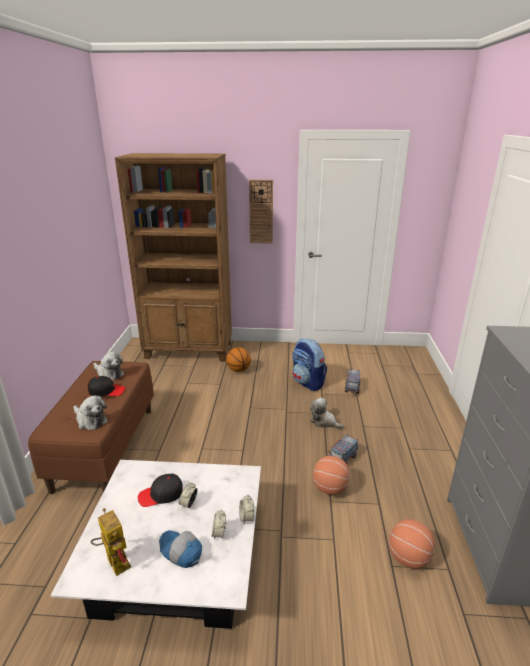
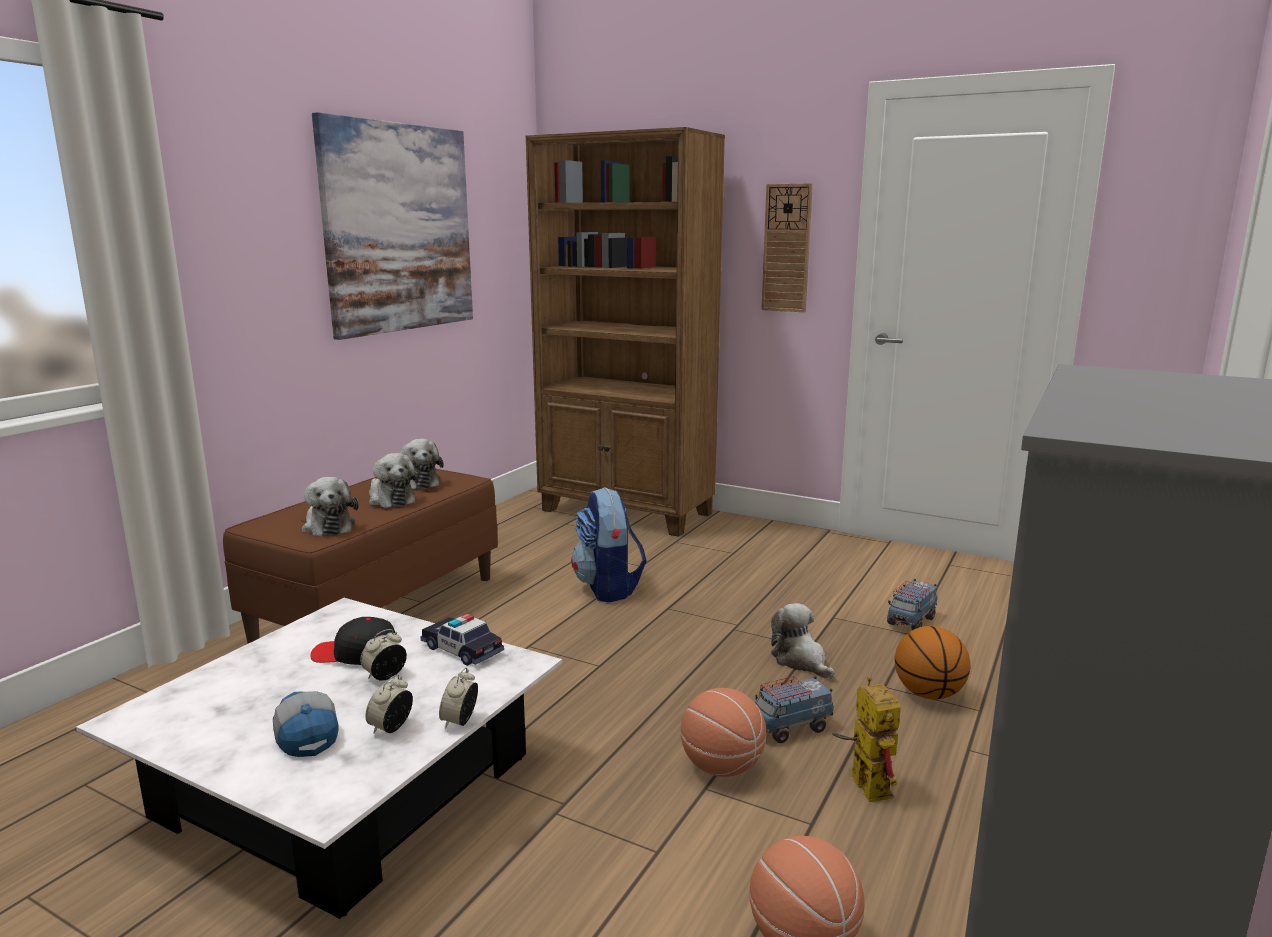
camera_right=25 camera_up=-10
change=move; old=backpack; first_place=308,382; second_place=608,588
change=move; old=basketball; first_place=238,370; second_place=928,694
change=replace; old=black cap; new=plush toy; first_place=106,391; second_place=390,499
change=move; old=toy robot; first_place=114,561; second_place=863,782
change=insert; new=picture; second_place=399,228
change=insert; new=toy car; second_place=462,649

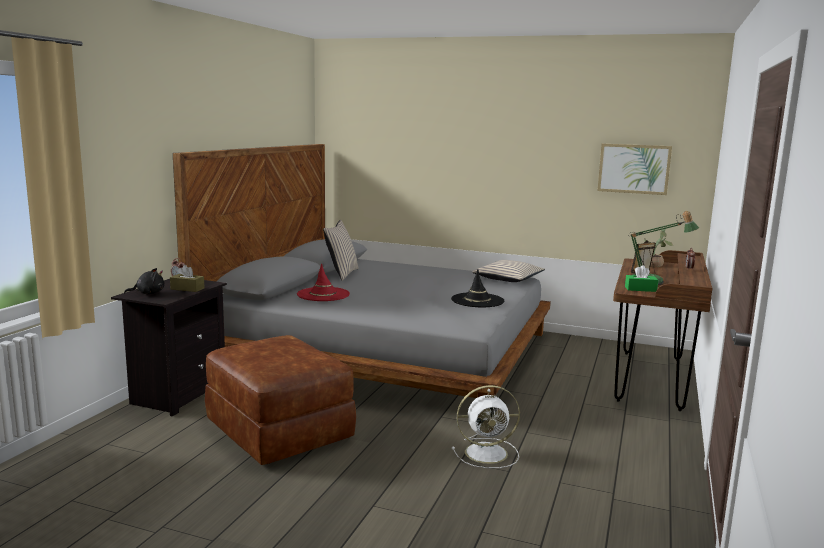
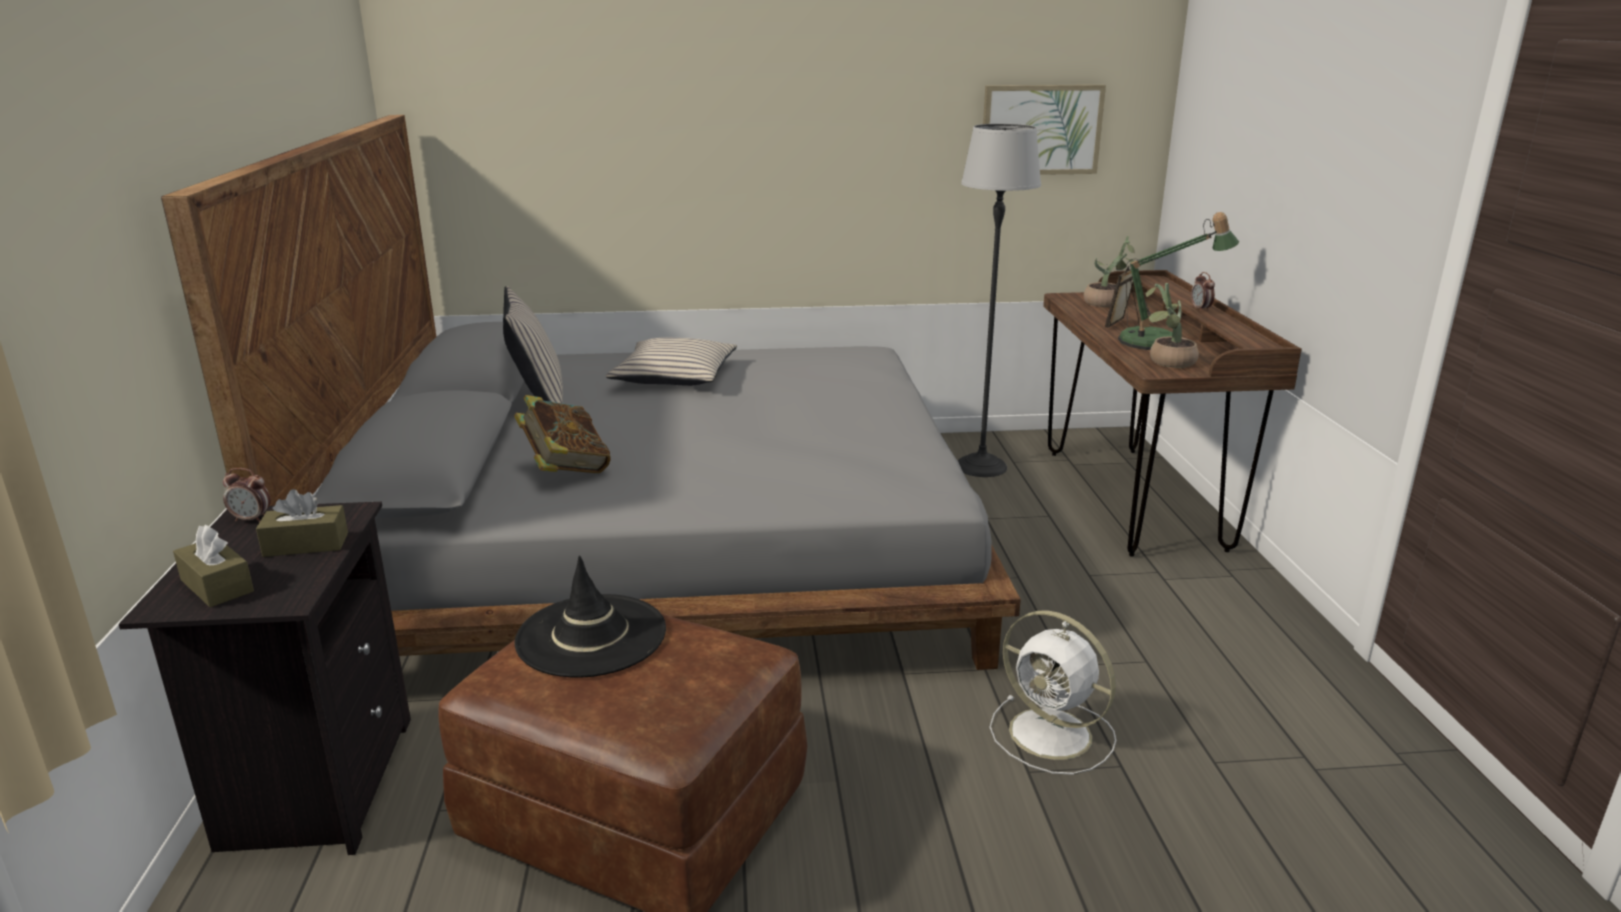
camera_right=-25 camera_up=10
change=move; old=beige pillow; first_place=508,278; second_place=674,376
change=replace; old=red hat; new=book; first_place=323,294; second_place=565,469
change=replace; old=green tissue box; new=potted plant; first_place=640,289; second_place=1167,362
change=replace; old=black plush toy; new=brown tissue box; first_place=148,293; second_place=217,586
change=move; old=black hat; first_place=477,300; second_place=591,636
change=rotate; old=white fan; first_place=488,453; second_place=1053,735; degrees=75
change=insert; new=floor lamp; second_place=981,466

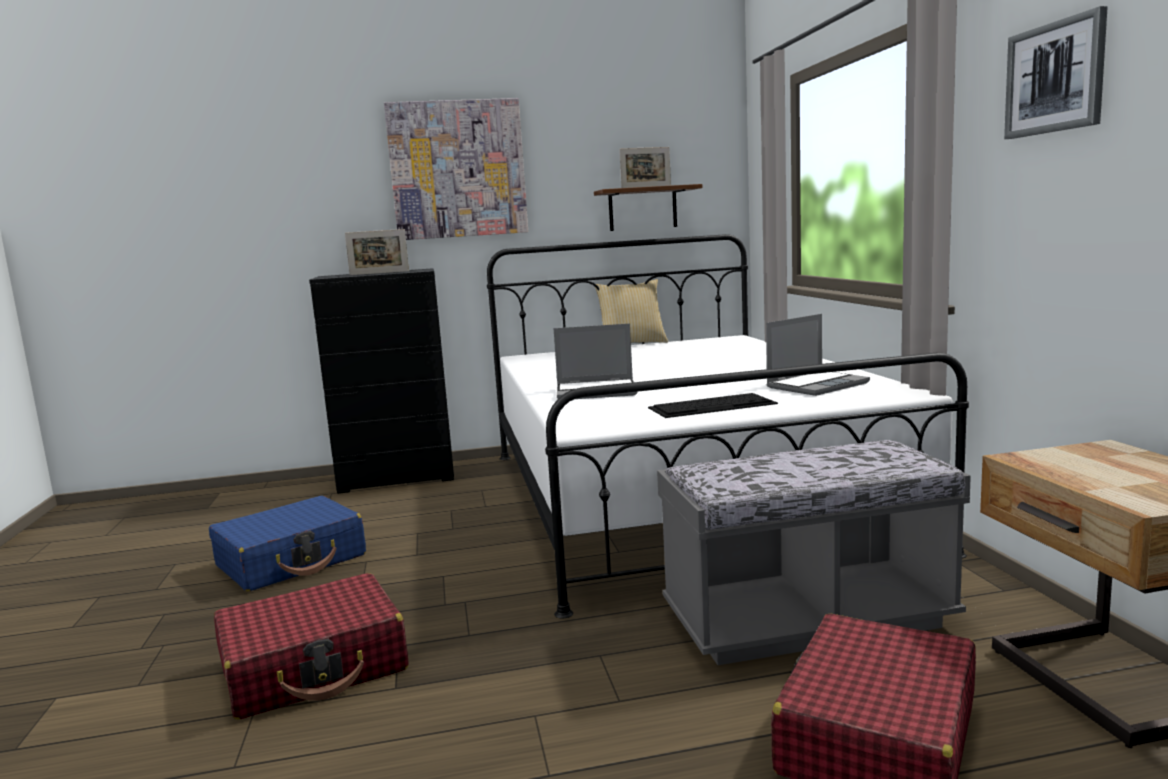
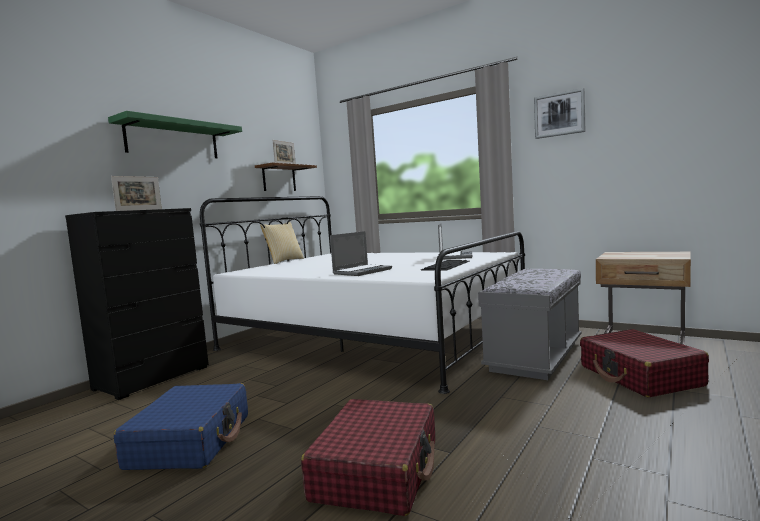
camera_right=-45 camera_up=-5
change=replace; old=picture; new=green shelf; first_place=458,169; second_place=173,140

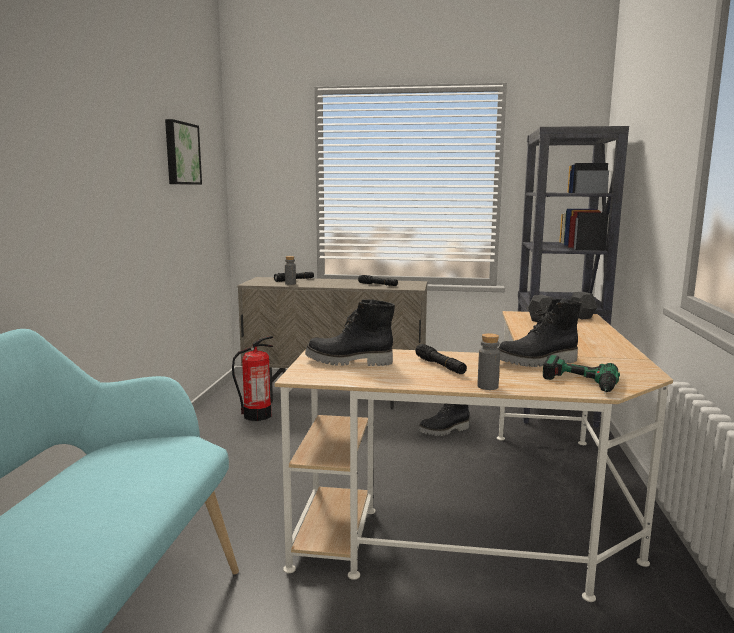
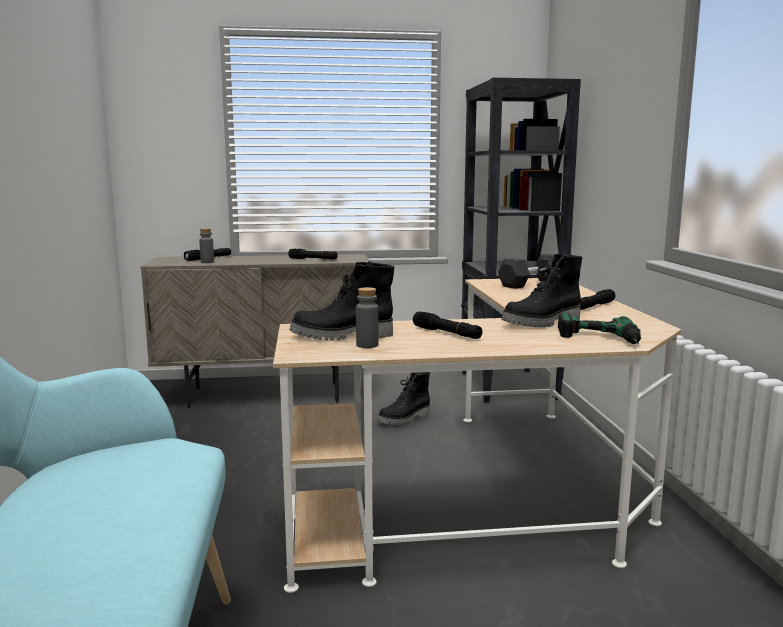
camera_right=-15 camera_up=0
change=delete; old=picture; first_place=181,153
change=move; old=grey bottle; first_place=487,386; second_place=367,345
change=delete; old=fire extinguisher; first_place=257,415
change=insert; new=black flashlight; second_place=593,306

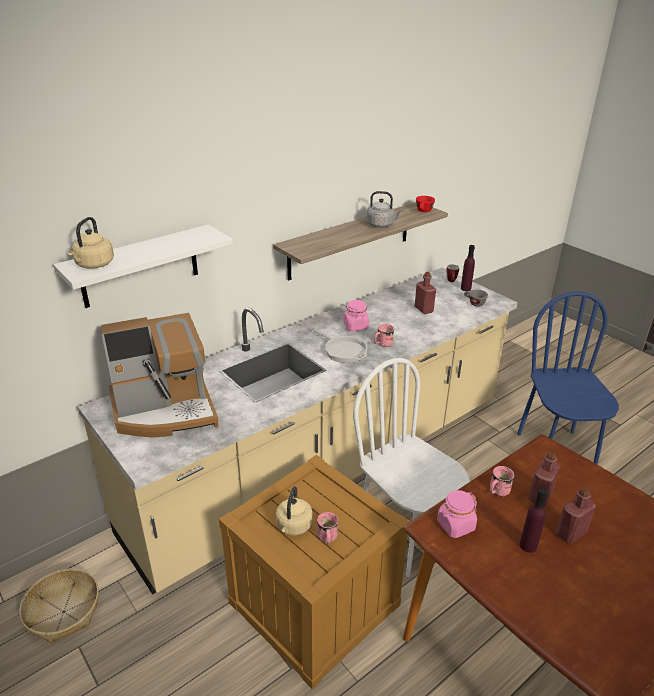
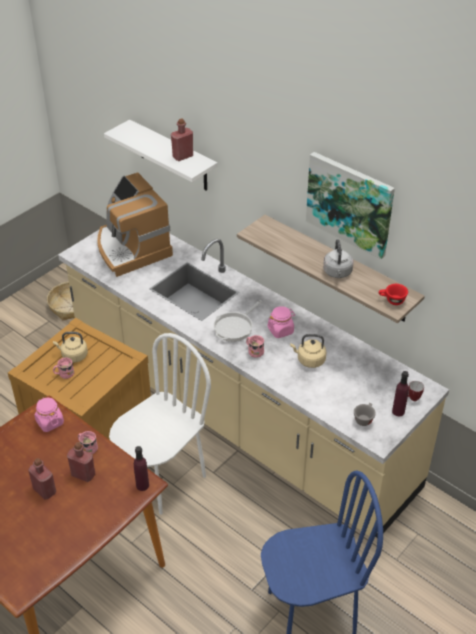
camera_right=80 camera_up=10
change=move; old=beige kettle; first_place=93,265; second_place=309,360
change=move; old=red bottle; first_place=423,309; second_place=183,156
change=move; old=purple bottle; first_place=528,545; second_place=142,485
change=insert; new=picture; second_place=350,203

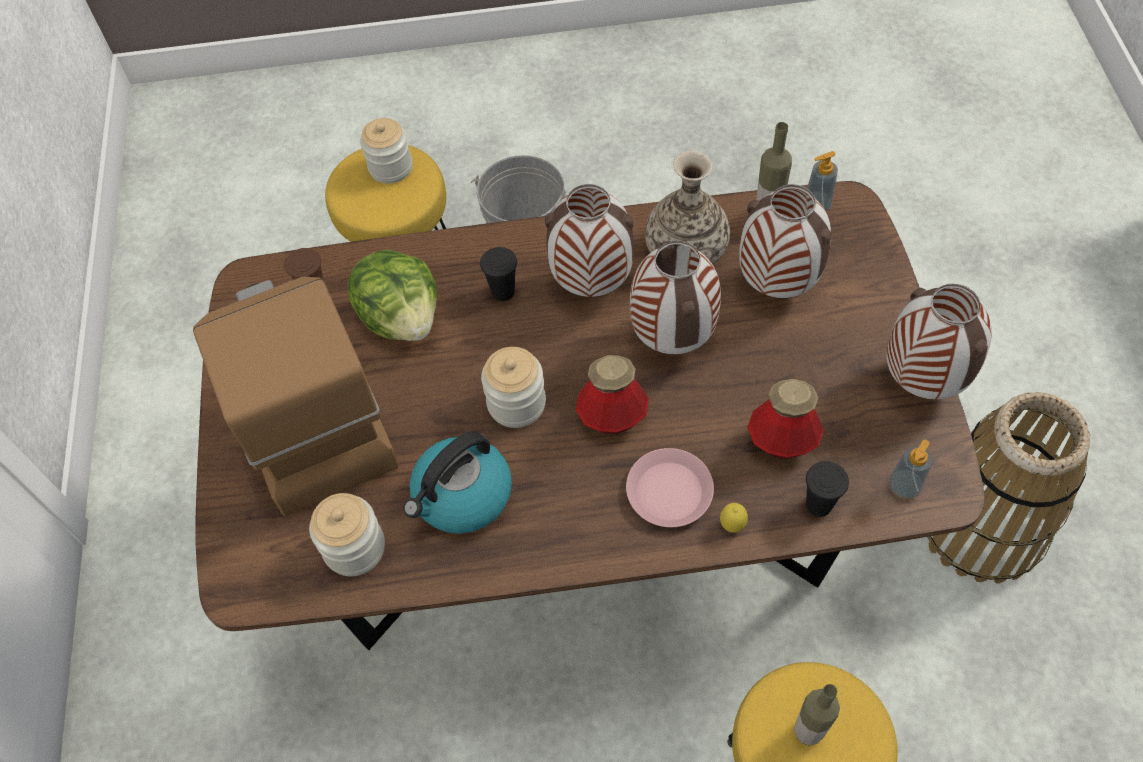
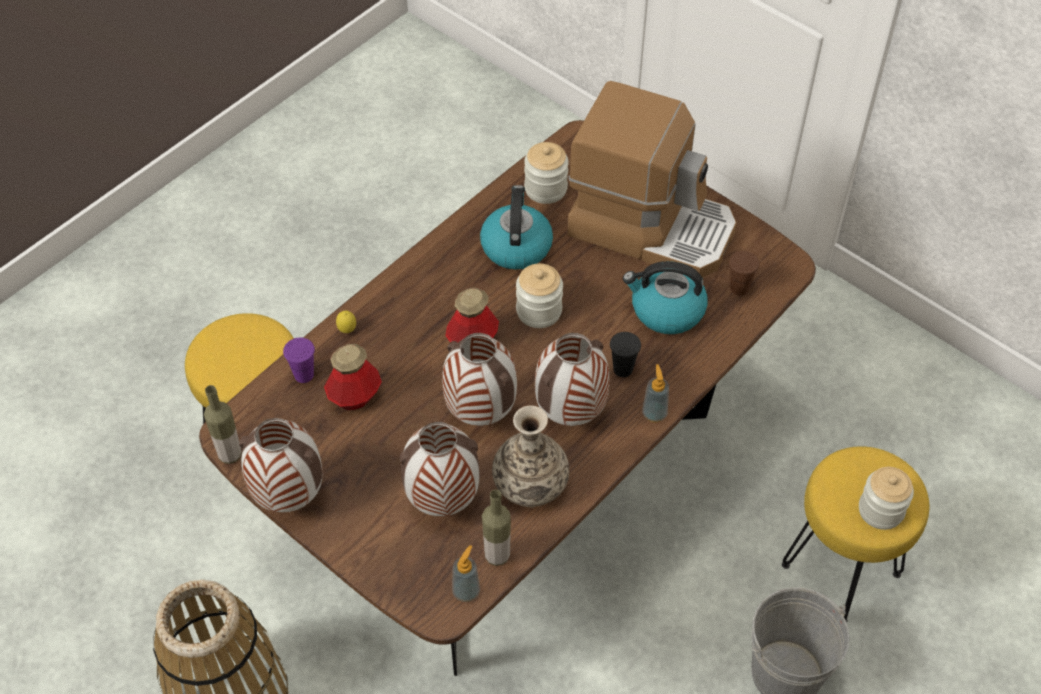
camera_right=135 camera_up=-5
change=replace; old=lettuce; new=kettle; first_place=402,318; second_place=666,310
change=move; old=soap dispenser; first_place=904,487; second_place=654,413
change=delete; old=pink plate; first_place=669,492
change=recolor; old=black cup; new=purple cup; first_place=818,505; second_place=304,375
change=move; old=bottle; first_place=808,731; second_place=230,454

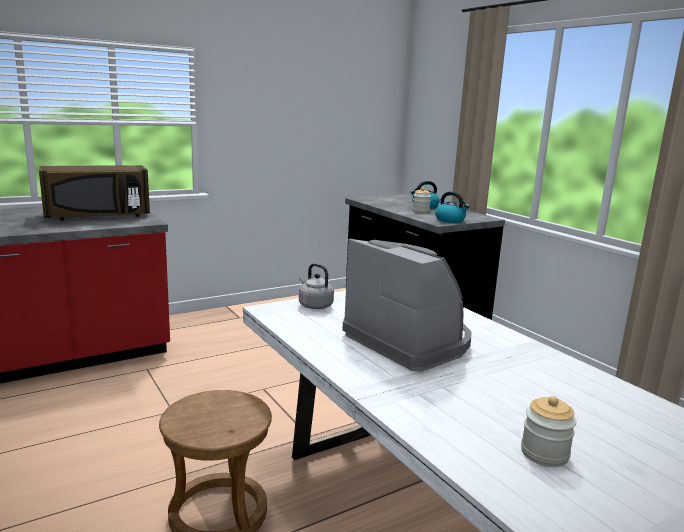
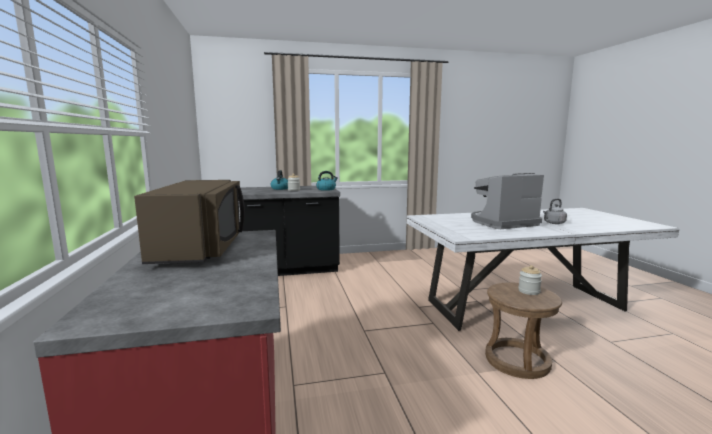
camera_right=-70 camera_up=-5
change=move; old=grey kettle; first_place=314,305; second_place=553,223
change=move; old=jar; first_place=544,453; second_place=529,291

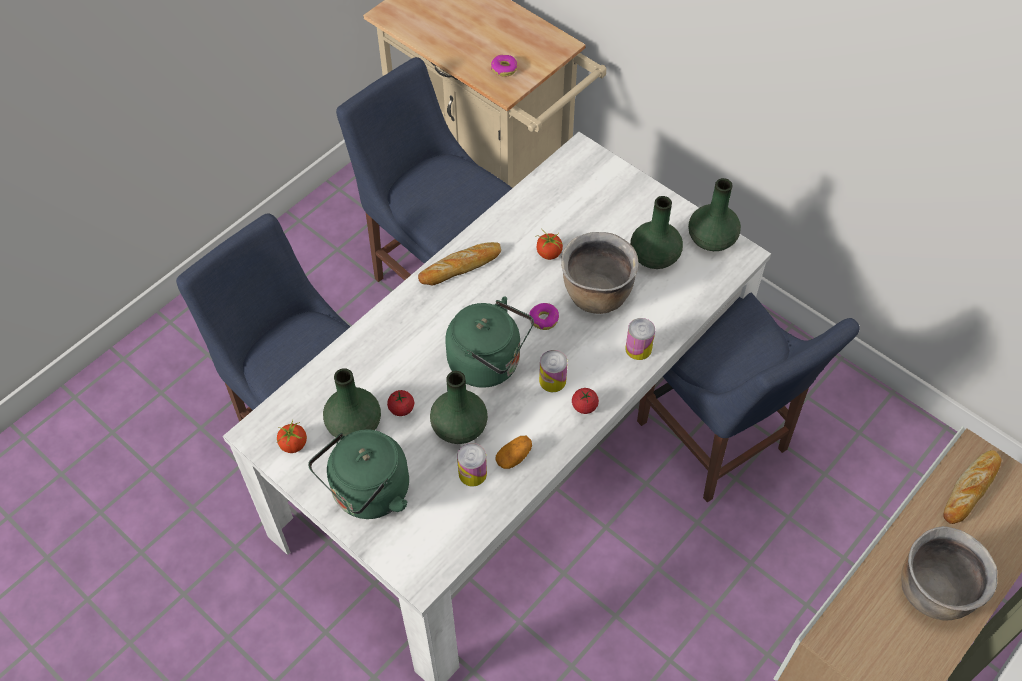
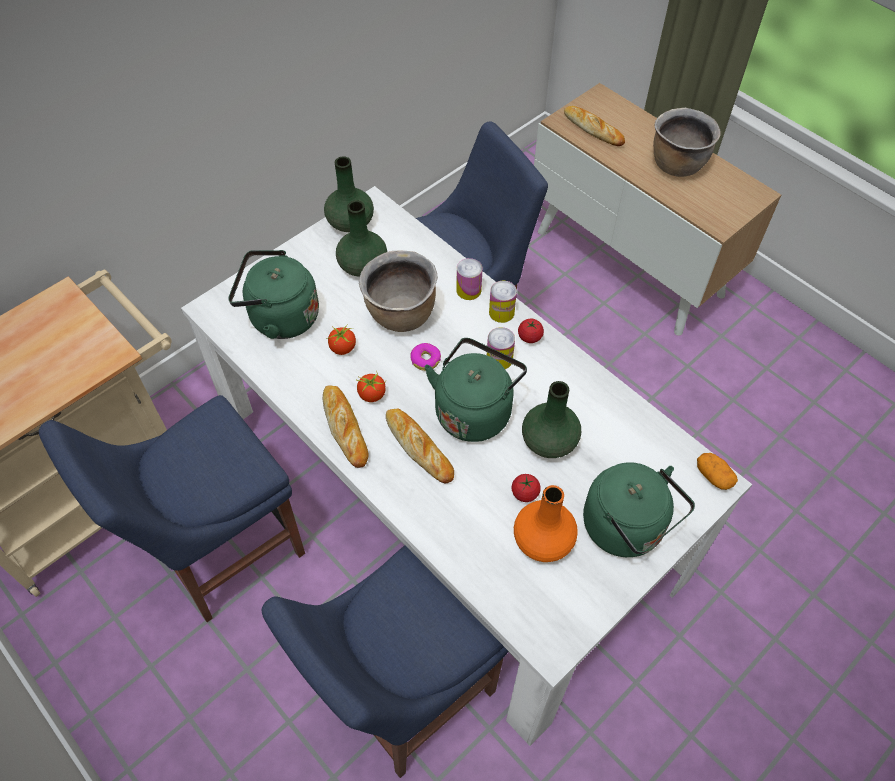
camera_right=-85 camera_up=0
change=delete; old=donut; first_place=504,68
change=recolor; old=green vase; new=orange vase; first_place=354,425; second_place=544,540
change=move; old=tomato; first_place=293,445; second_place=372,395
change=move; old=potato; first_place=514,457; second_place=713,476
change=move; old=can; first_place=472,473; second_place=501,312
change=insert; new=green kettle; second_place=280,317
change=insert; new=bread; second_place=419,447

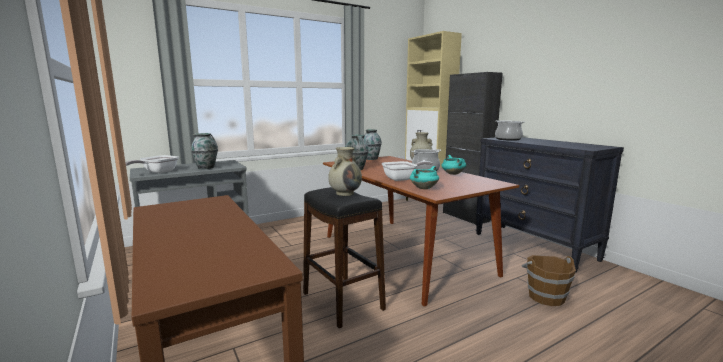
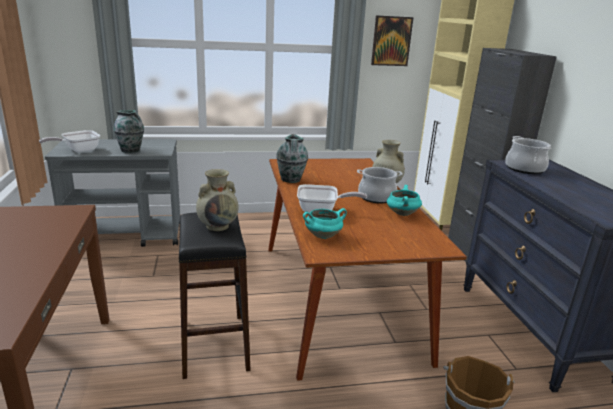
camera_right=20 camera_up=10
change=delete; old=vase; first_place=371,159
change=insert; new=picture; second_place=391,41

